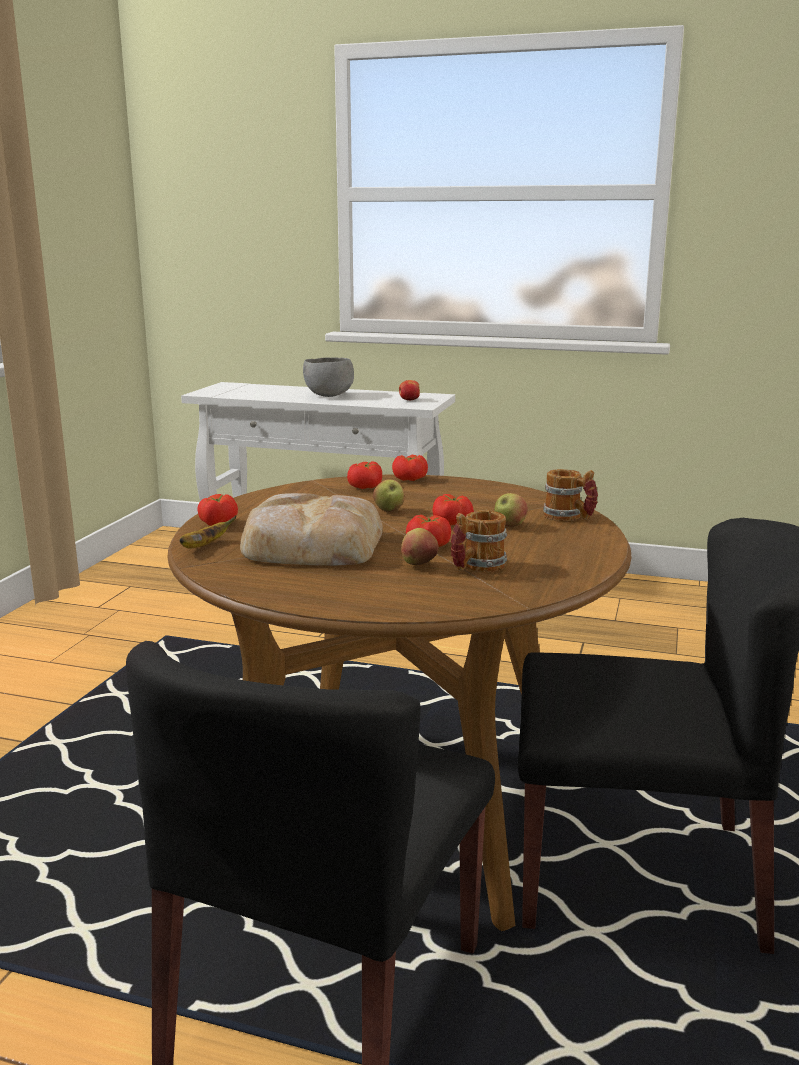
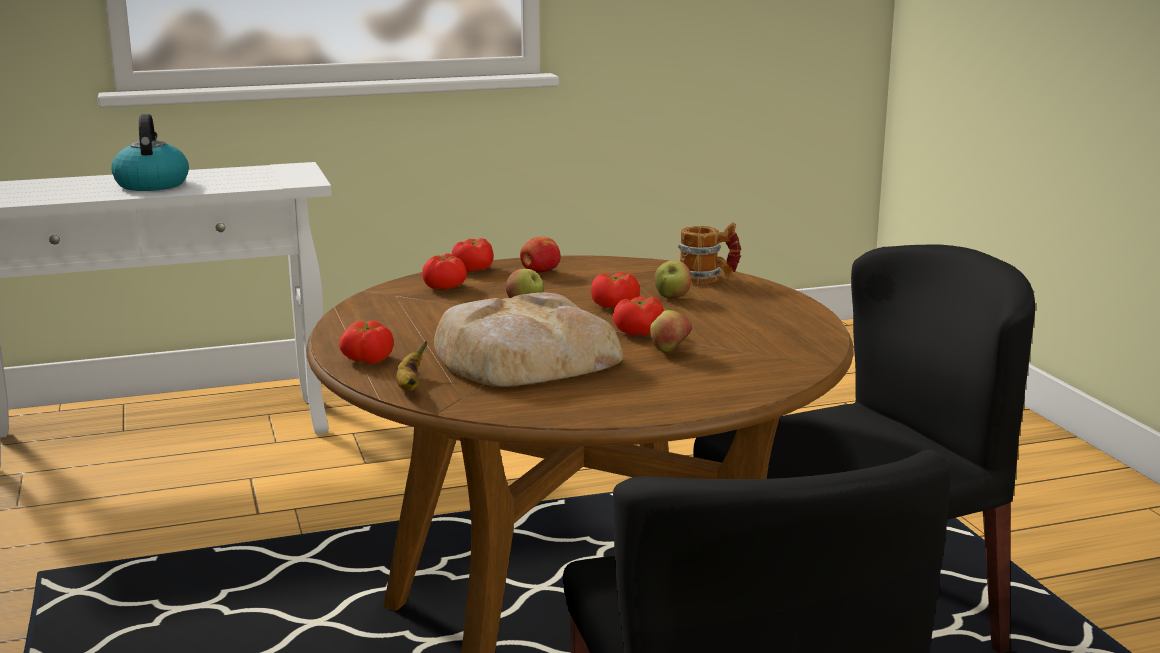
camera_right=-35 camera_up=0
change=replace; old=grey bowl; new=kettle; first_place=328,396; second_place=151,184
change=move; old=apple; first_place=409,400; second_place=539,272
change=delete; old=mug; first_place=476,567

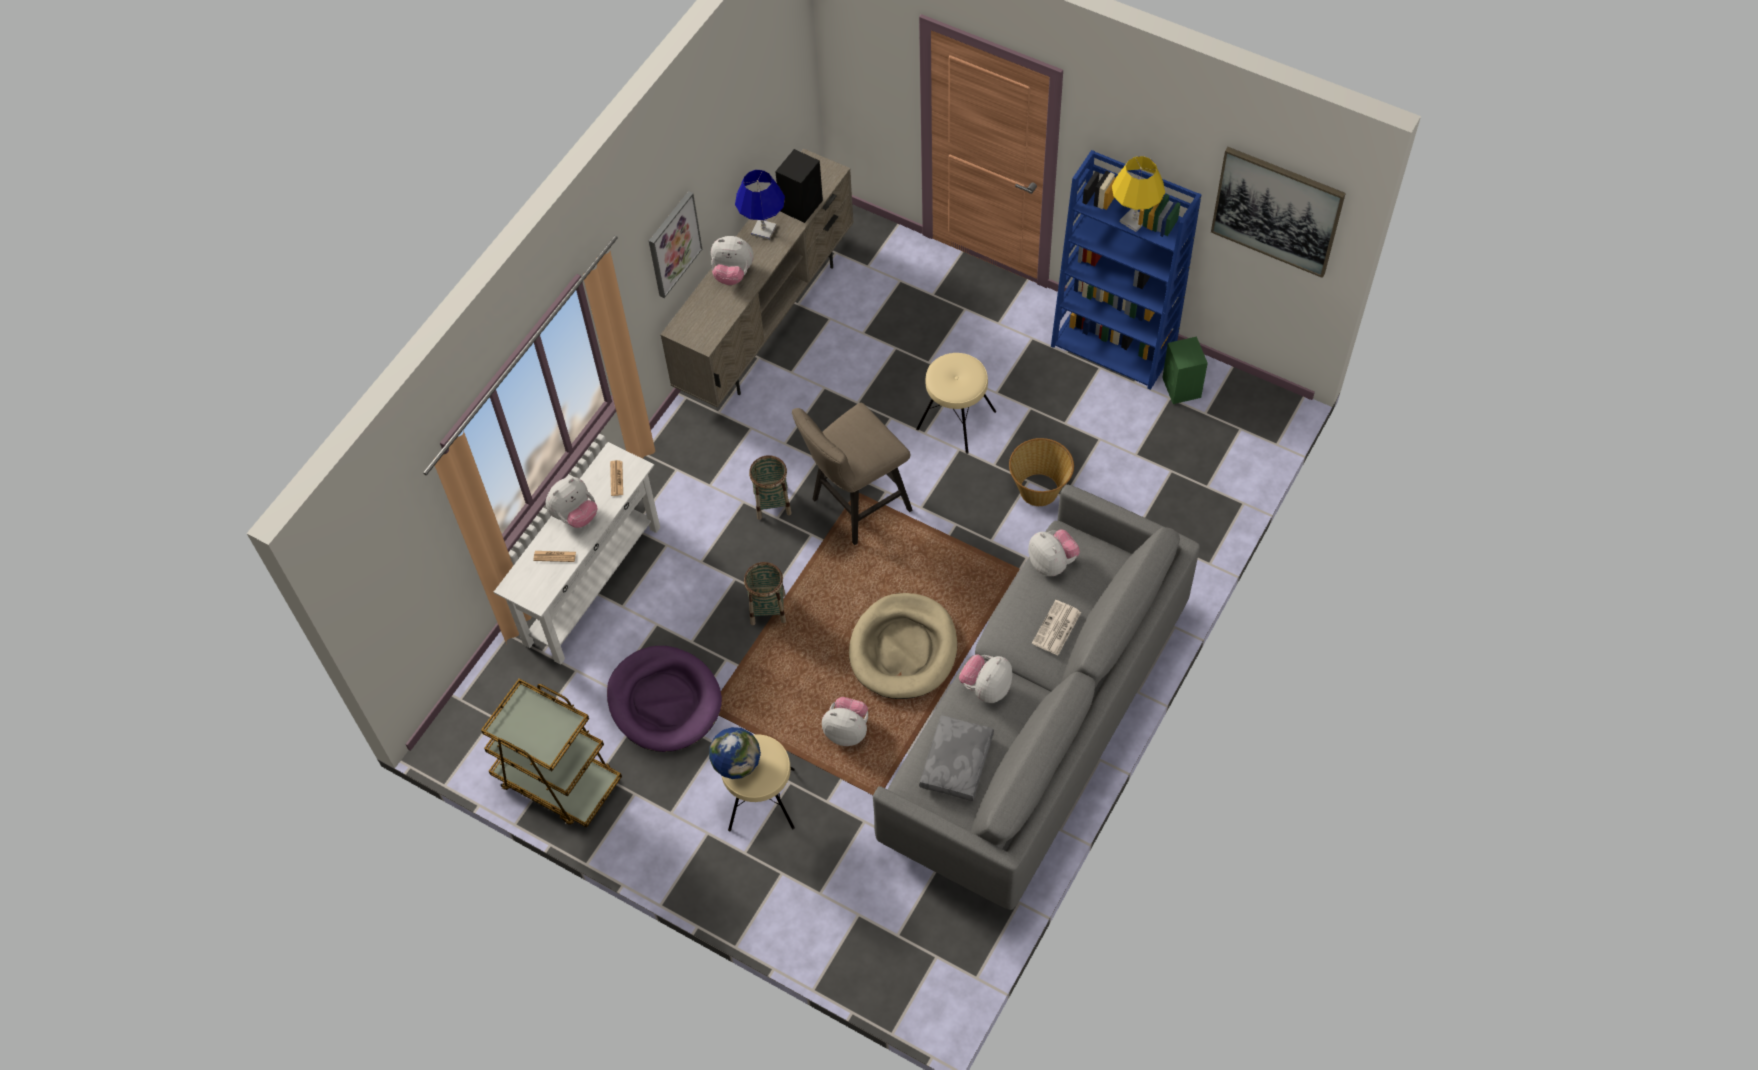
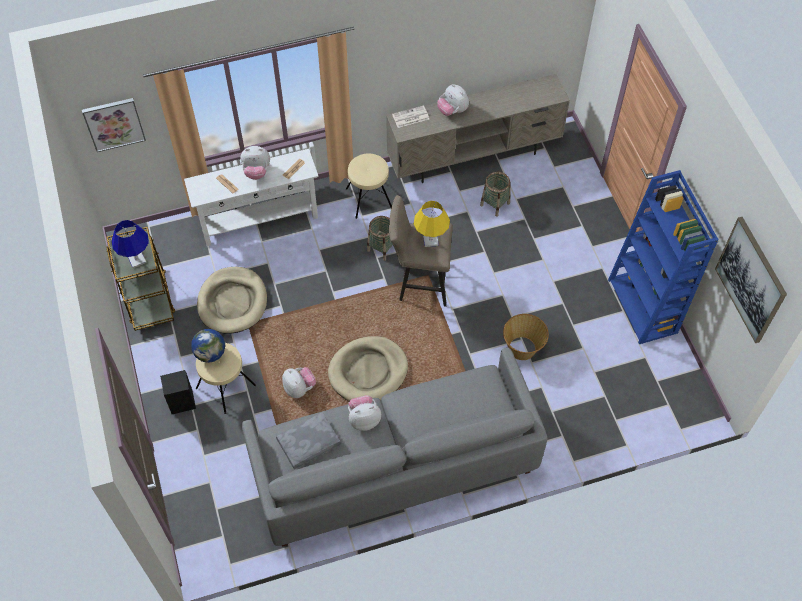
camera_right=40 camera_up=0
change=move; old=black speaker; first_place=801,205; second_place=182,401
change=move; old=yellow table lamp; first_place=1134,221; second_place=430,240
change=move; old=blue table lamp; first_place=763,230; second_place=137,260
change=move; old=picture; first_place=673,244; second_place=114,124
change=delete; old=green speaker; first_place=1182,388
change=move; old=beige stool; first_place=956,419; second_place=369,198
change=delete; old=plush toy; first_place=1052,563
change=move; old=basket; first_place=768,609; second_place=495,204
change=move; old=newspaper; first_place=1056,629; second_place=410,117
change=recolor; old=purple dog bed; new=beige dog bed; first_place=664,701; second_place=232,302

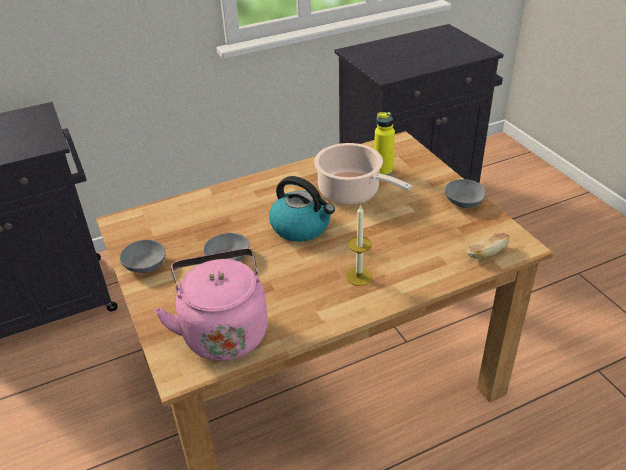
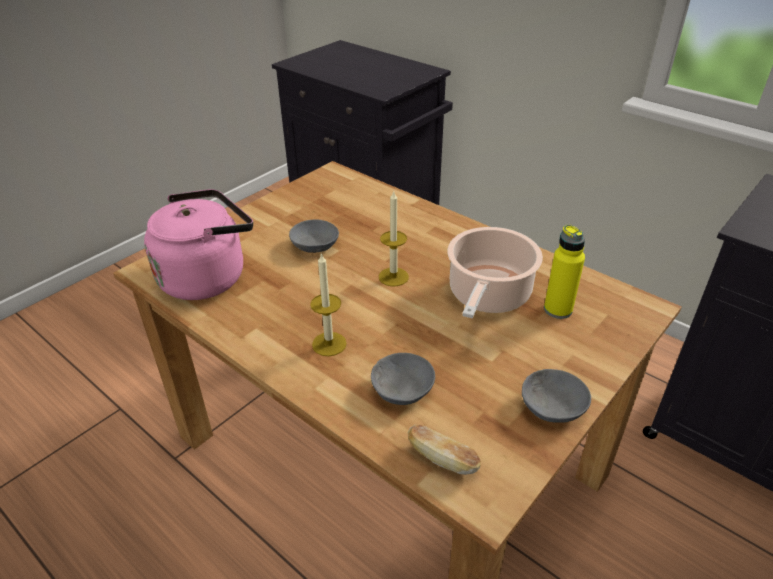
camera_right=65 camera_up=0
change=replace; old=kettle; new=candle; first_place=301,227; second_place=393,277
change=move; old=grey bowl; first_place=147,264; second_place=403,391

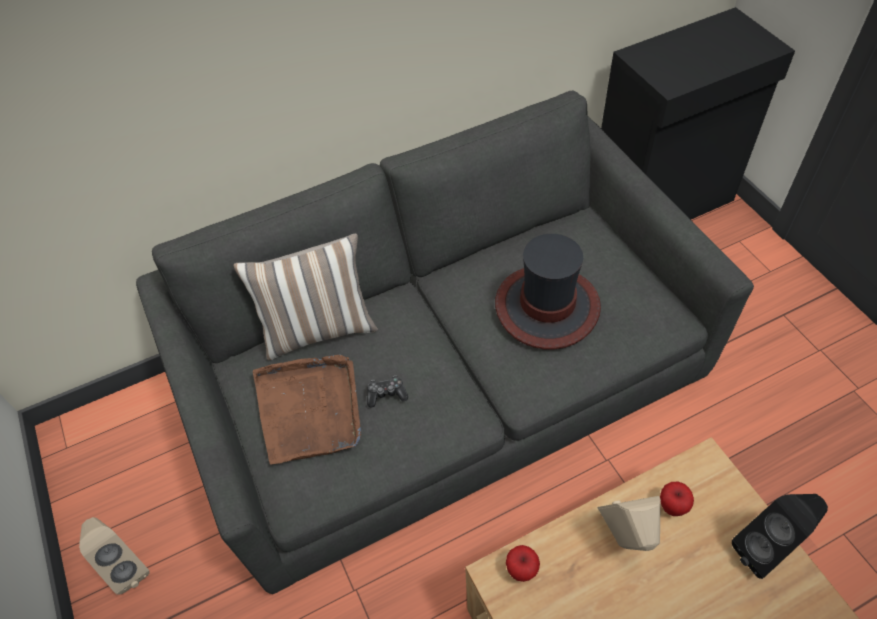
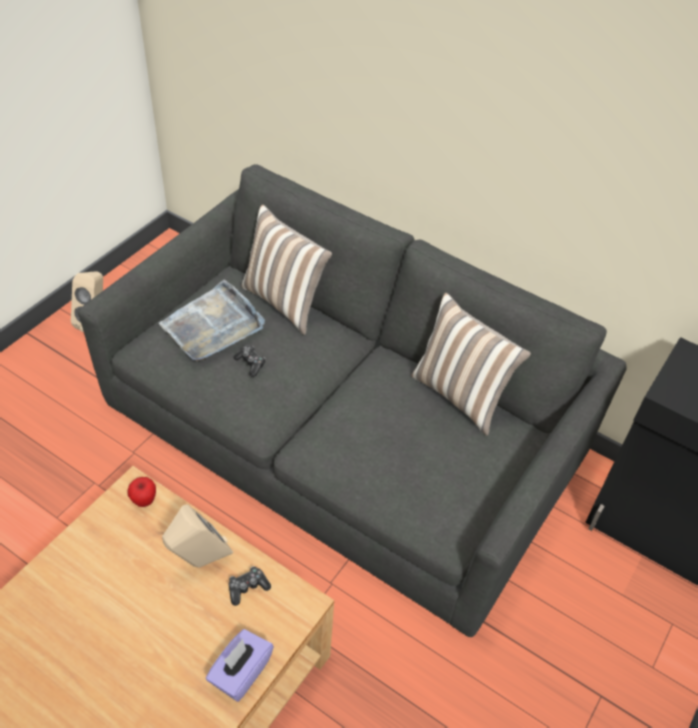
camera_right=55 camera_up=-5
change=delete; old=hat; first_place=547,307
change=recolor; old=brown tray; new=grey tray; first_place=309,409; second_place=213,325
change=replace; old=apple; new=game controller; first_place=672,506; second_place=247,588
change=replace; old=black speaker; new=purple tissue box; first_place=766,549; second_place=240,673
change=insert; new=pillow; second_place=460,395

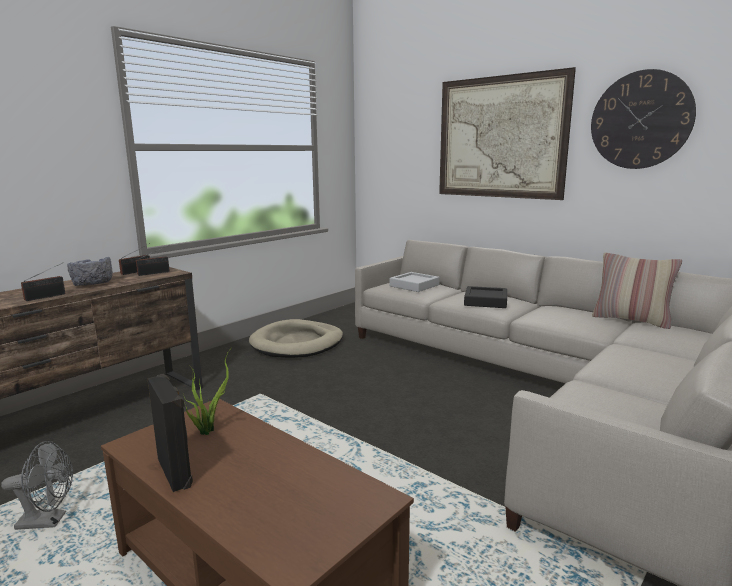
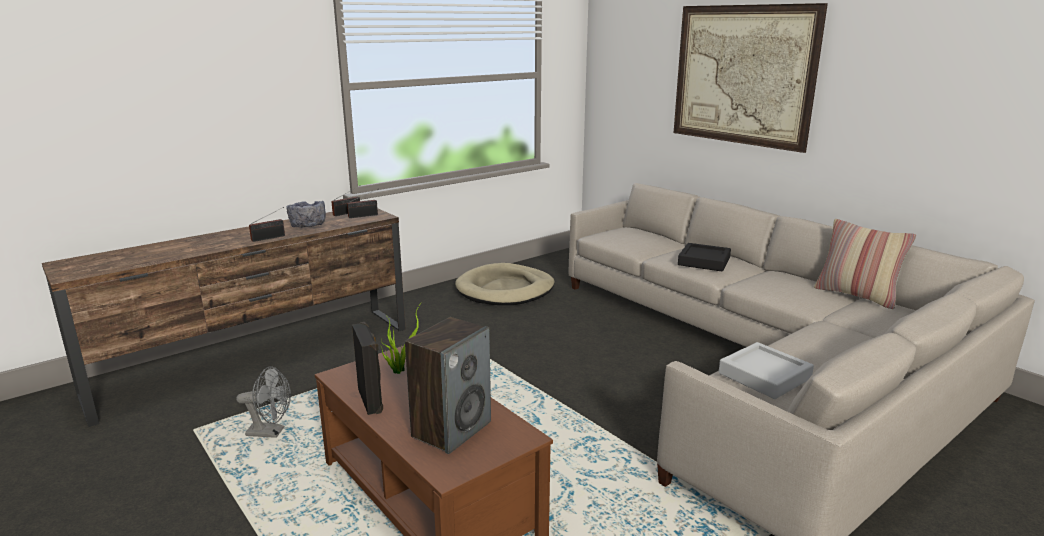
camera_right=10 camera_up=5
change=delete; old=wall clock; first_place=640,120
change=move; old=grey tray; first_place=414,285; second_place=764,376
change=insert; new=speaker; second_place=451,429

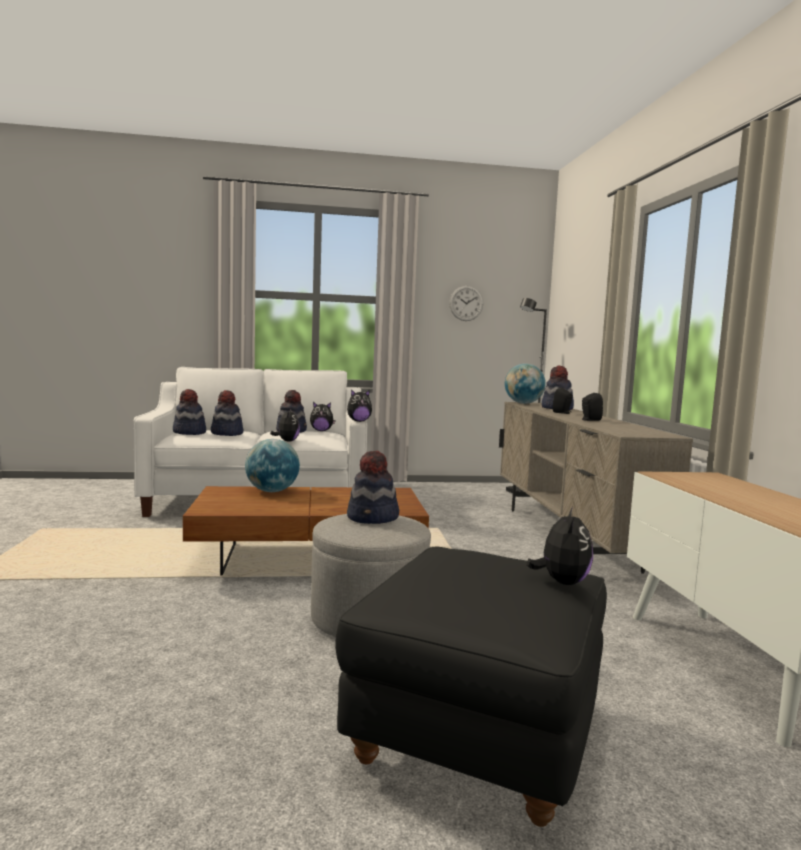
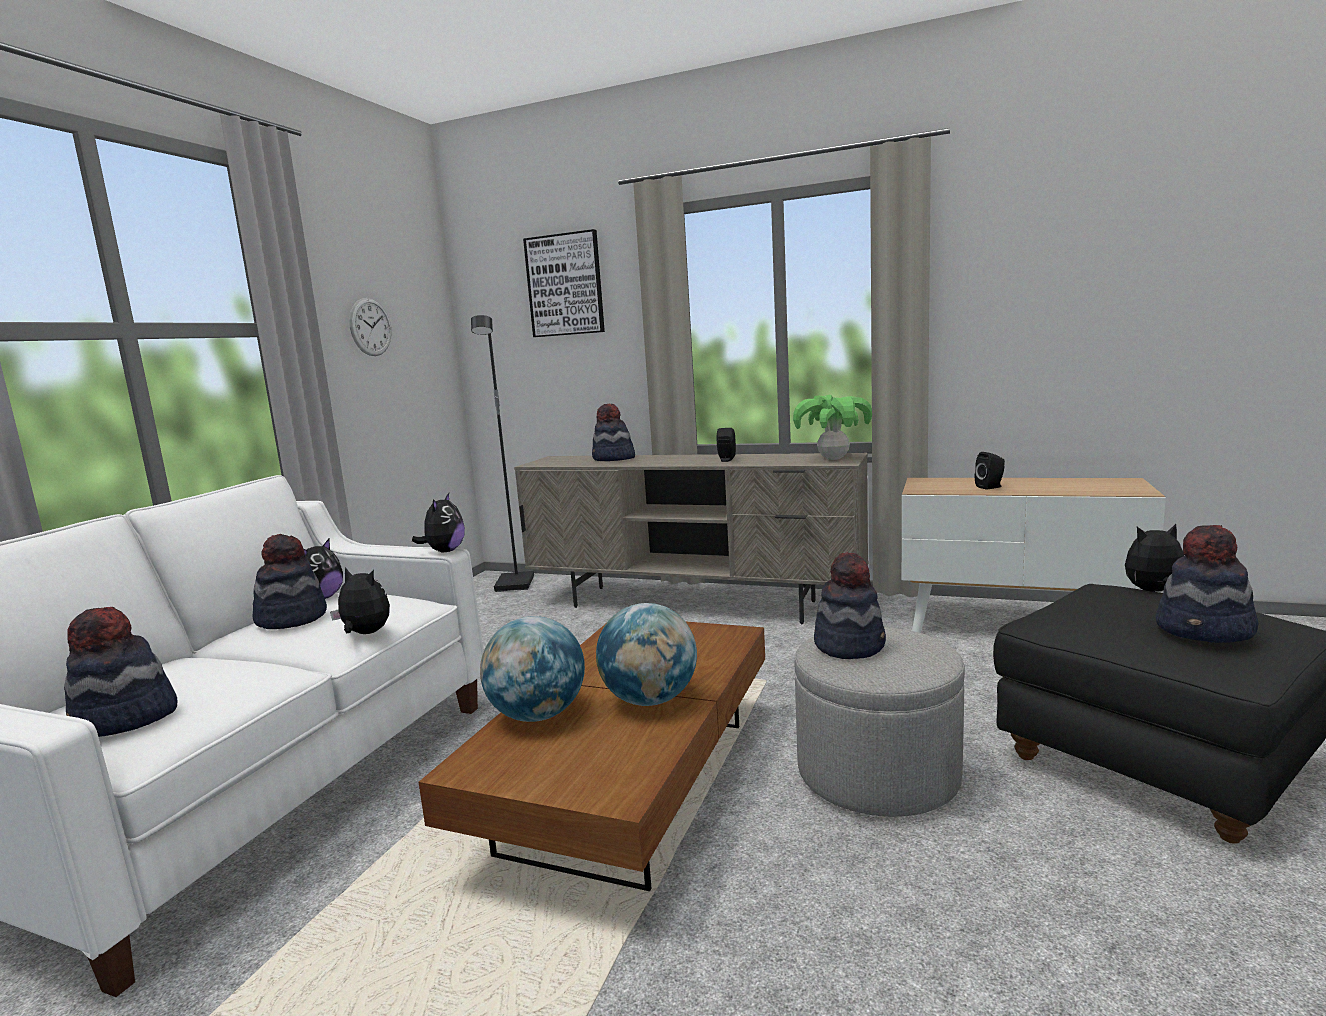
camera_right=-60 camera_up=5
change=move; old=globe; first_place=523,403; second_place=649,700
change=move; old=black speaker; first_place=562,413; second_place=991,487
change=move; old=hat; first_place=226,434; second_place=1205,630
change=rotate; old=plush toy; first_place=561,582; second_place=1154,591; degrees=-45
change=insert; new=picture; second_place=565,285
change=insert; new=potted plant; second_place=834,458

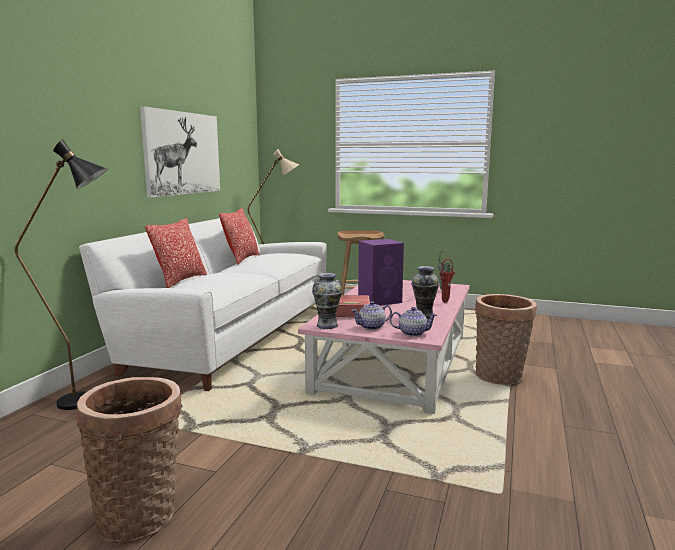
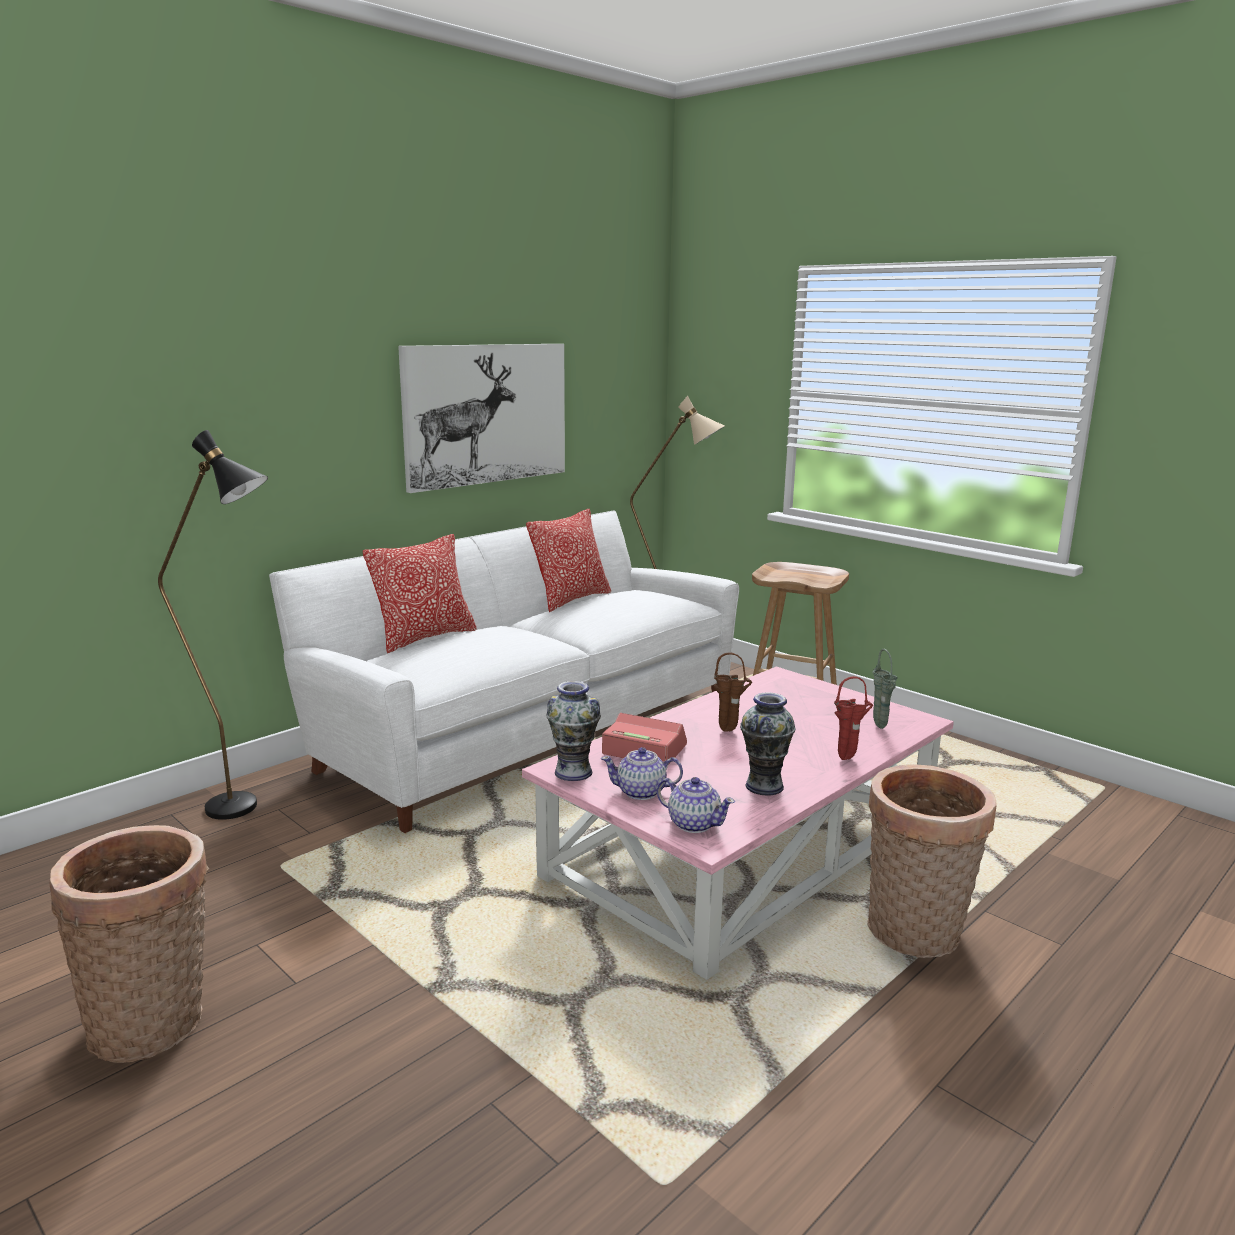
camera_right=25 camera_up=5
change=replace; old=purple speaker; new=brown vase; first_place=380,300; second_place=730,731

